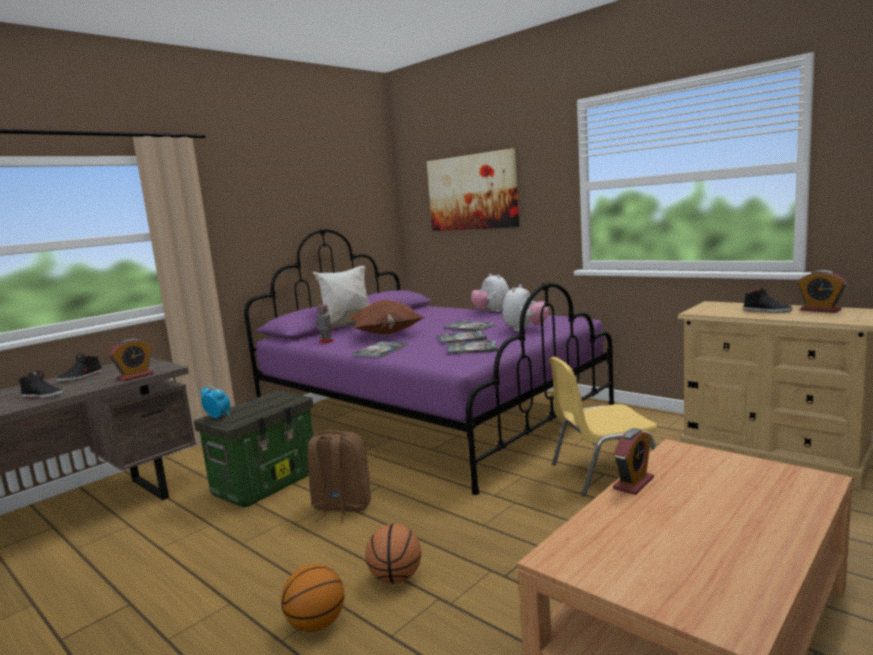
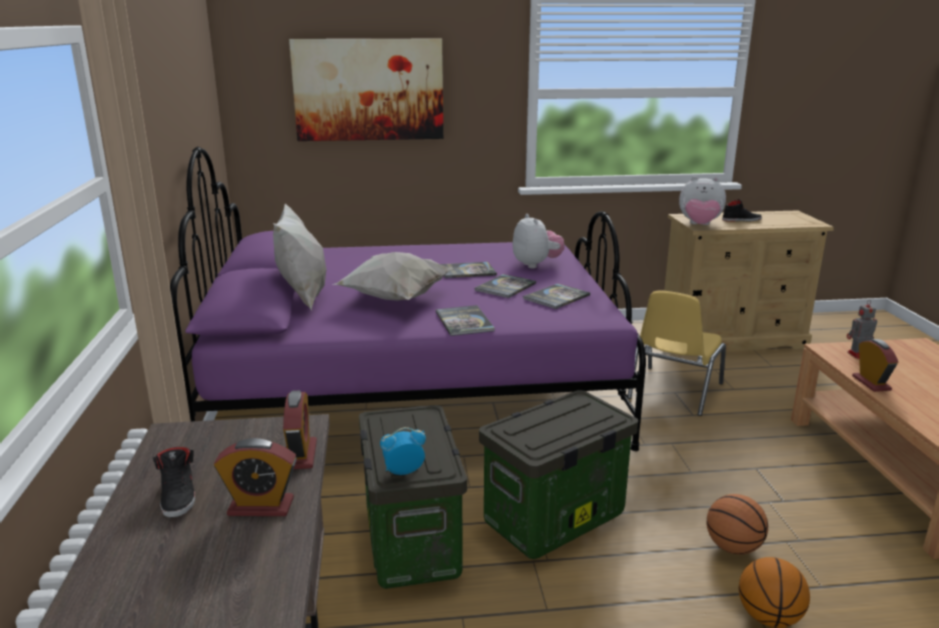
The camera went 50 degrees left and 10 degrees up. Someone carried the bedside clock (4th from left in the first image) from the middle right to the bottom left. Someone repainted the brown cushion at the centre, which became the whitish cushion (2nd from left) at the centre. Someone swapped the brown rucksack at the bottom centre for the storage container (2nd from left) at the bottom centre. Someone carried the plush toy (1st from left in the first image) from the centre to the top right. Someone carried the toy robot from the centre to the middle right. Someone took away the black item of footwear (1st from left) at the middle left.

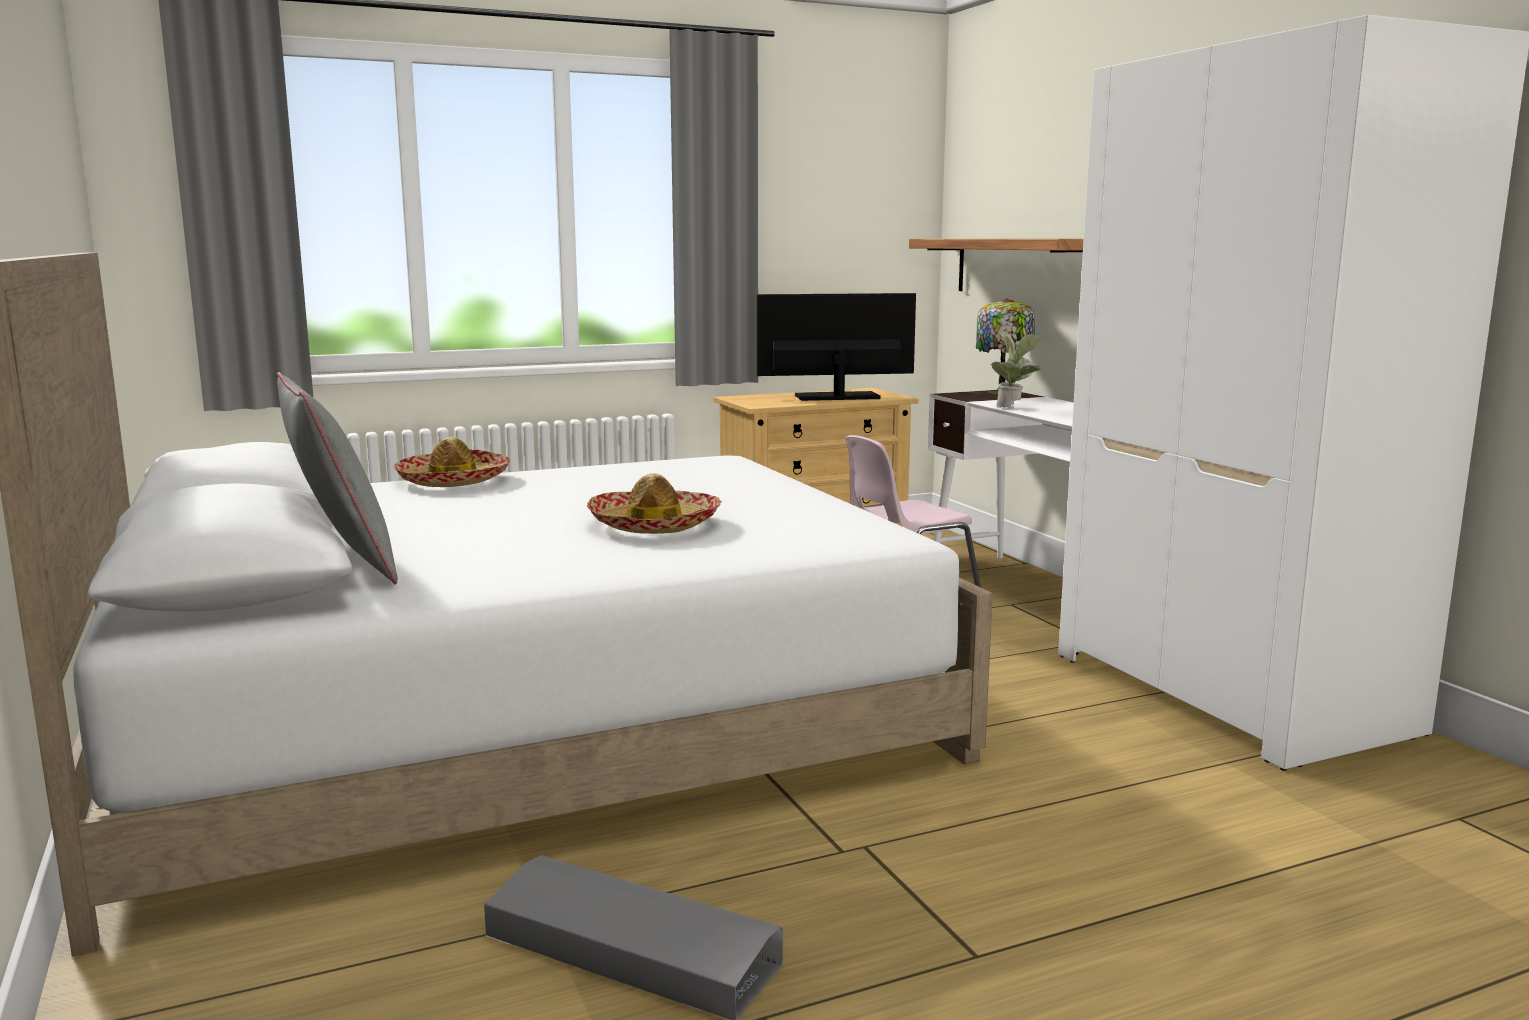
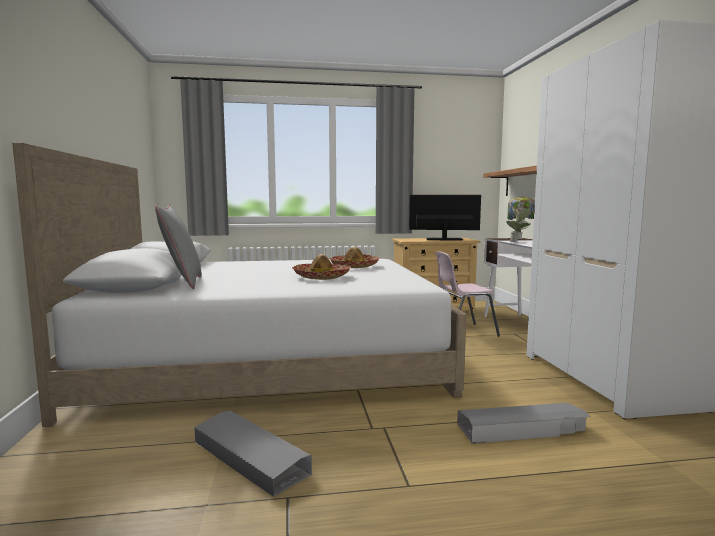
The camera went 15 degrees right and 5 degrees down. Someone carried the clothing hat (1st from left in the first image) from the middle left to the centre. Someone put down the gray storage container (2nd from left) at the bottom right.

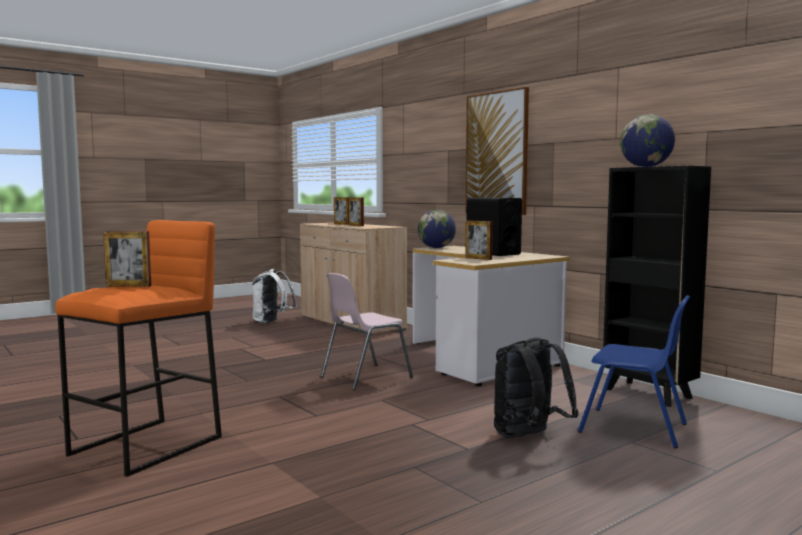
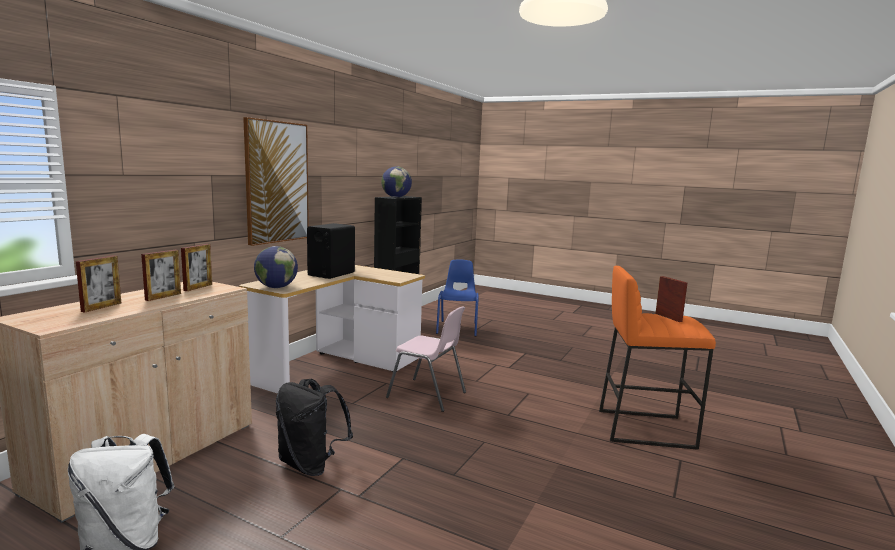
The camera went 115 degrees left and 5 degrees up. Someone carried the photo frame (4th from left in the first image) from the centre to the middle left. Someone carried the black rucksack from the bottom right to the bottom centre.

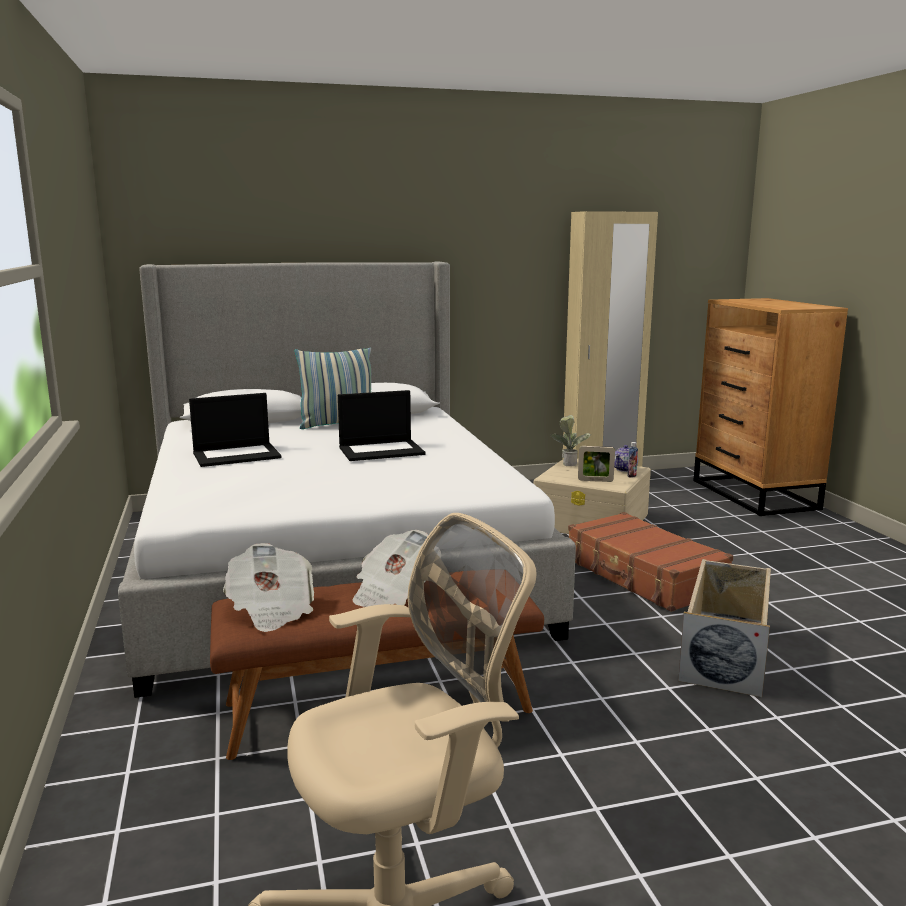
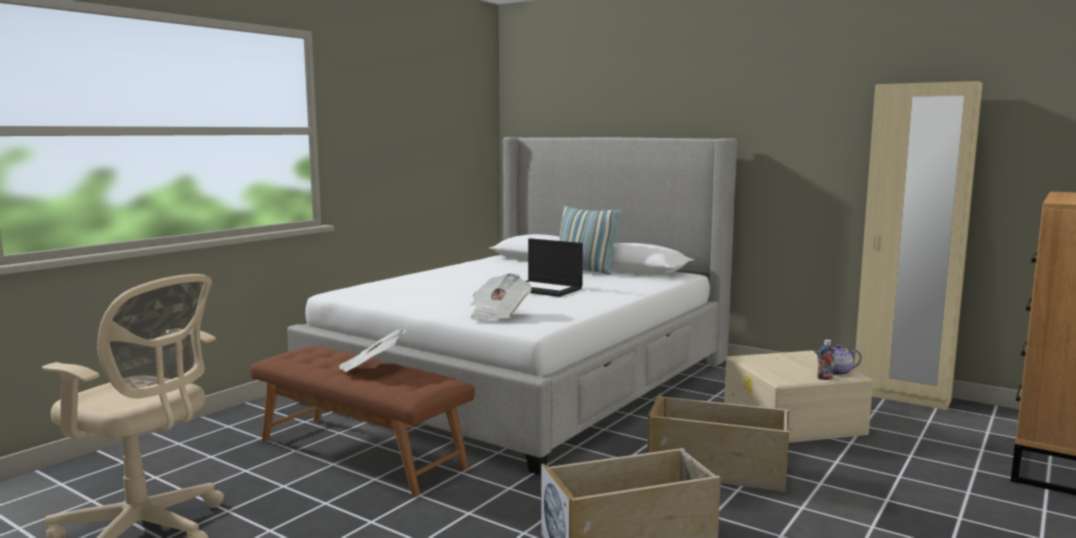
The camera went 50 degrees right and 5 degrees down. Someone carried the newspaper (1st from left in the first image) from the middle left to the centre. Someone swapped the brown travel case at the middle right for the beige storage container (2nd from left) at the bottom right. Someone took away the notebook computer (1st from left) at the middle left. Someone took away the plant in a pot at the centre. Someone took away the photo frame at the centre.

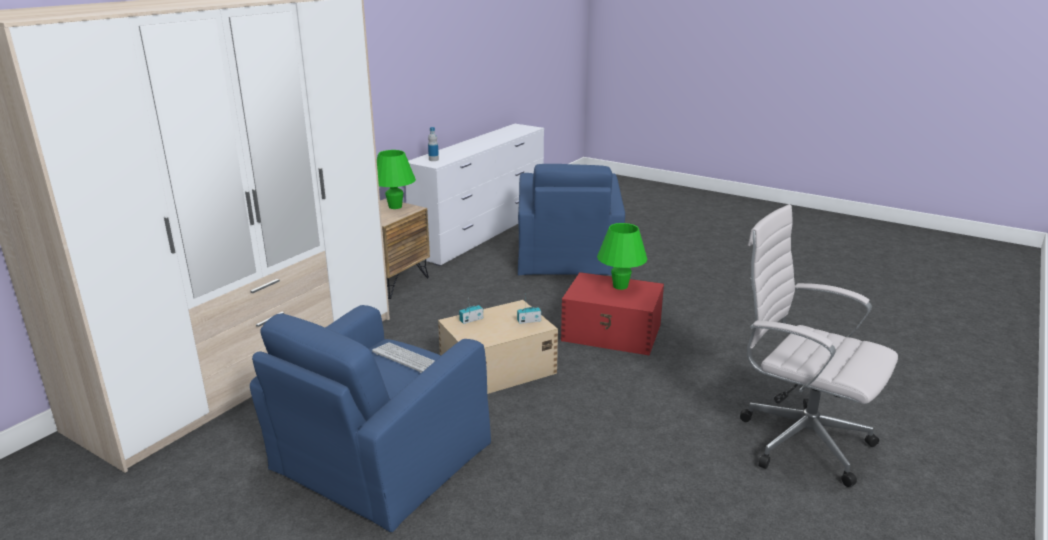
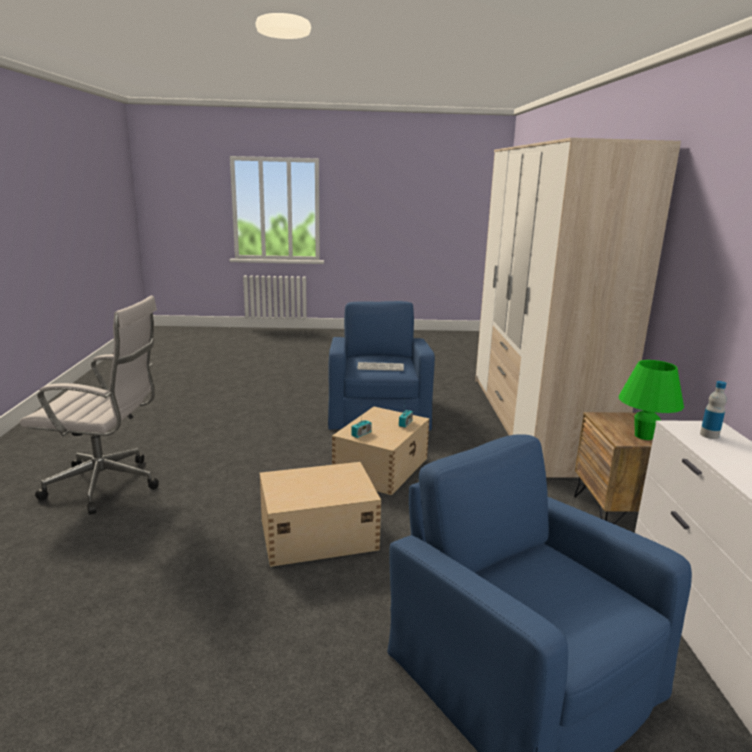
The camera went 145 degrees right and 5 degrees down. Someone repainted the red-coloured storage container at the centre, which became the beige storage container (1st from left) at the bottom centre. Someone took away the greenish lamp for a table (2nd from left) at the centre.

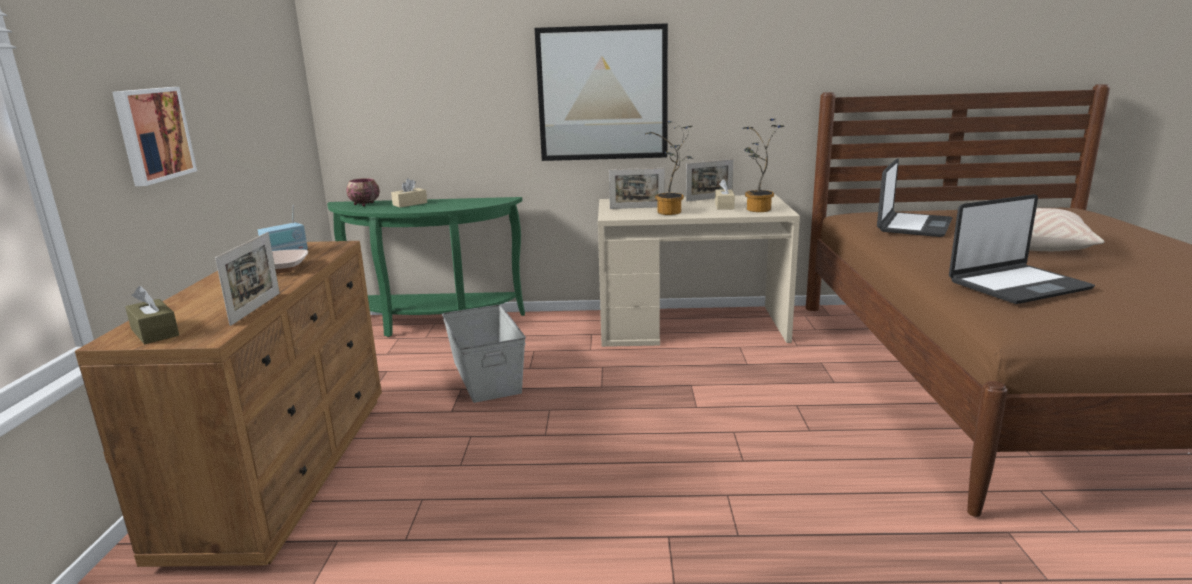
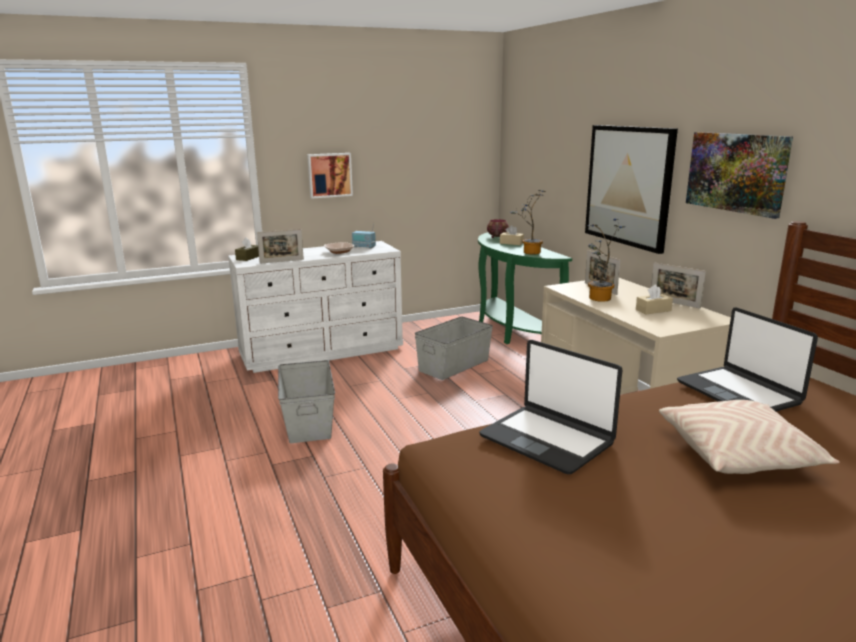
The camera went 65 degrees right and 0 degrees up. Someone repainted the brown chest of drawers at the bottom left, which became the whitish chest of drawers at the centre. Someone put down the gray storage container (1st from left) at the centre. Someone carried the plant in a pot (2nd from left in the first image) from the top centre to the centre. Someone rotated the notebook computer (1st from left in the first image) at the middle right by 60 degrees clockwise. Someone put up the picture (3rd from left) at the top right.

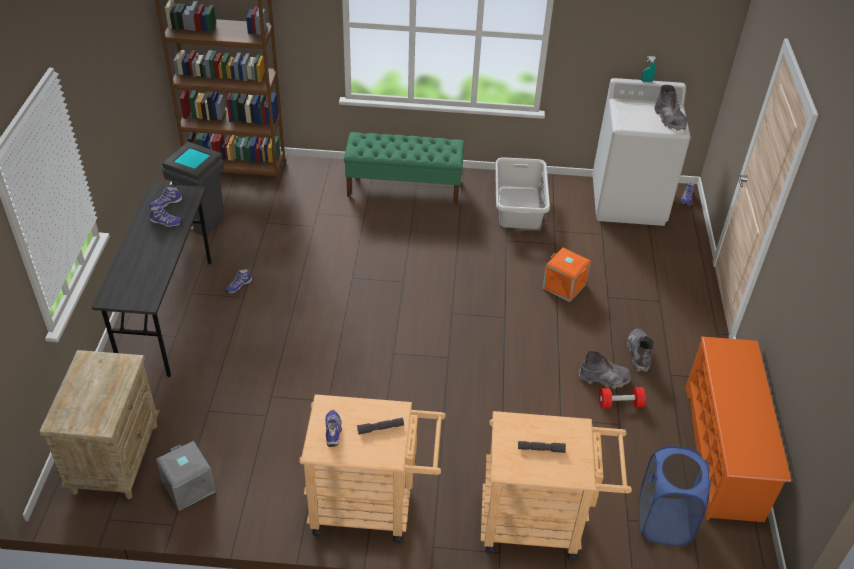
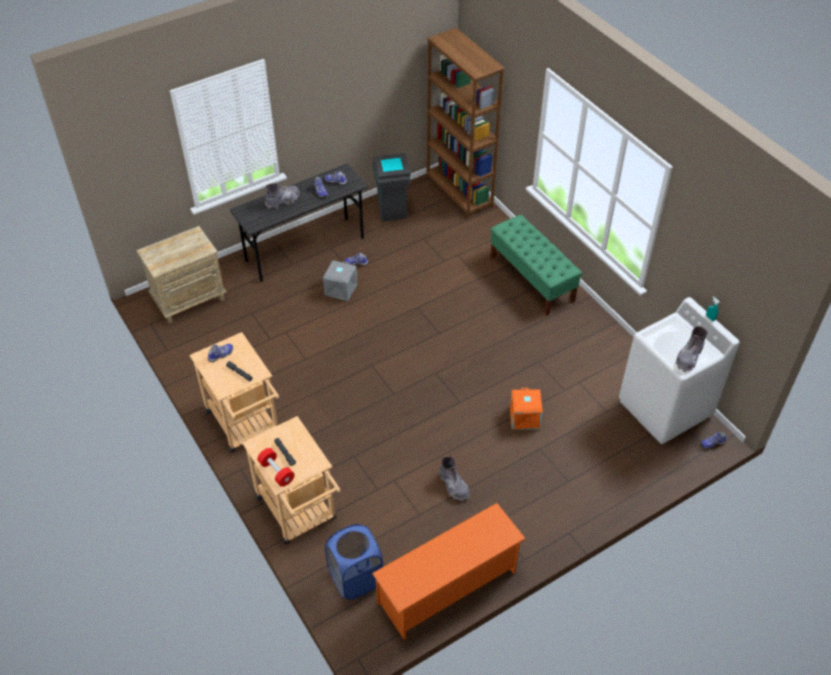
The camera went 55 degrees right and 5 degrees up. Someone carried the red-coloured dumbbell from the bottom right to the bottom left. Someone carried the gray tall boot (2nd from left in the first image) from the middle right to the top centre. Someone carried the gray storage container from the bottom left to the centre. Someone took away the gray washing basket at the centre.

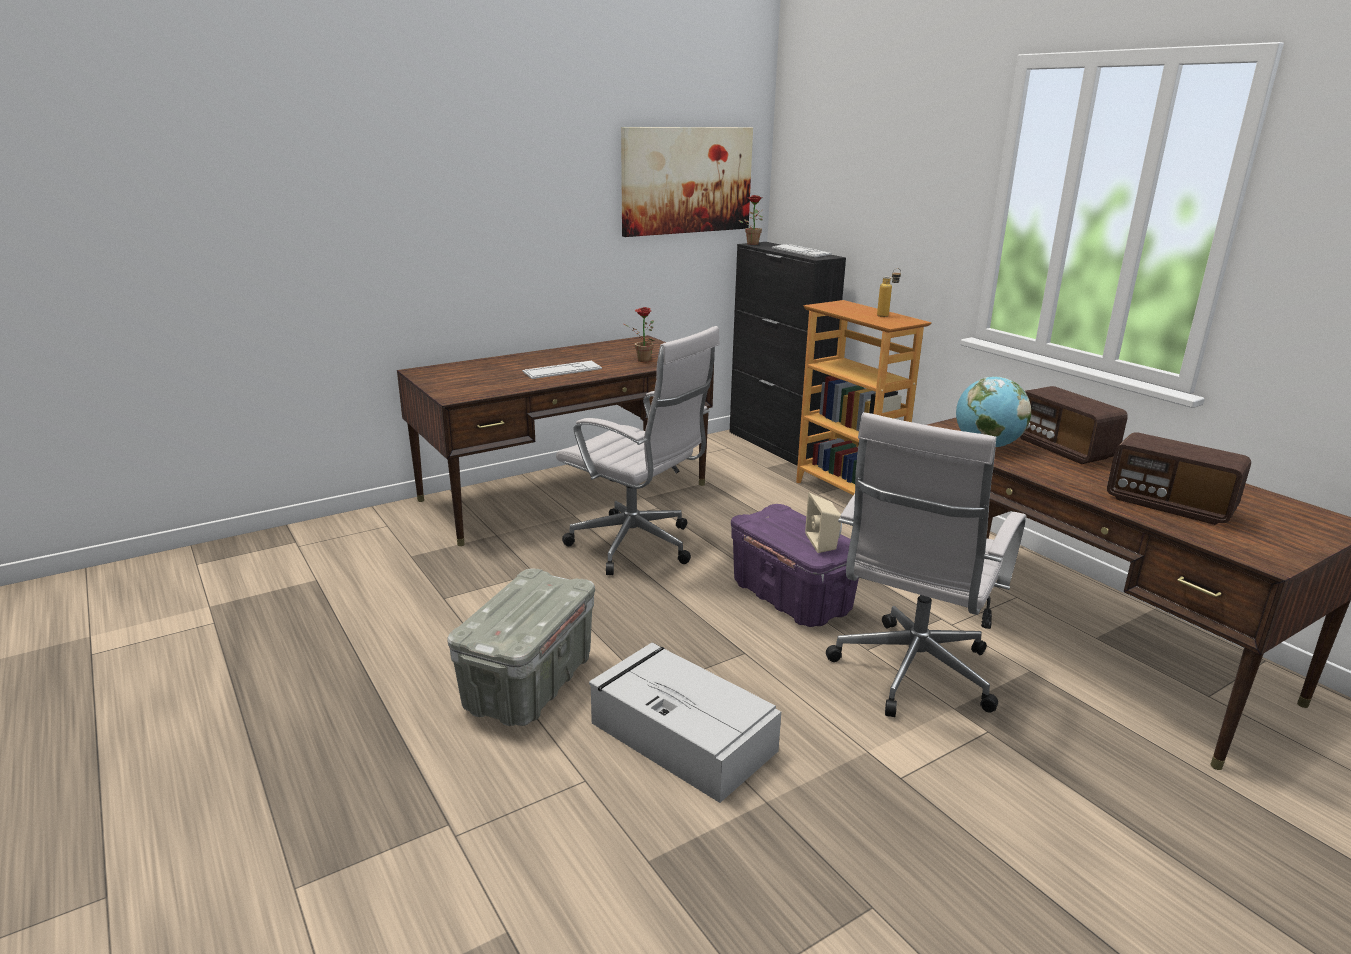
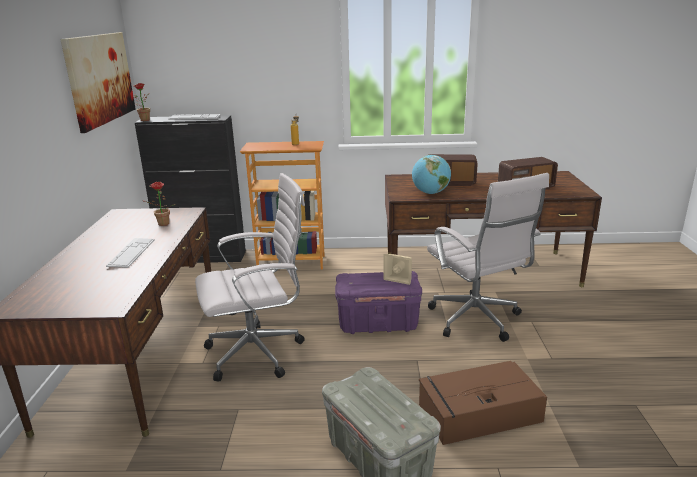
The camera went 55 degrees left and 0 degrees up. Someone repainted the gray storage container (2nd from left) at the bottom centre, which became the brown storage container at the bottom right.

